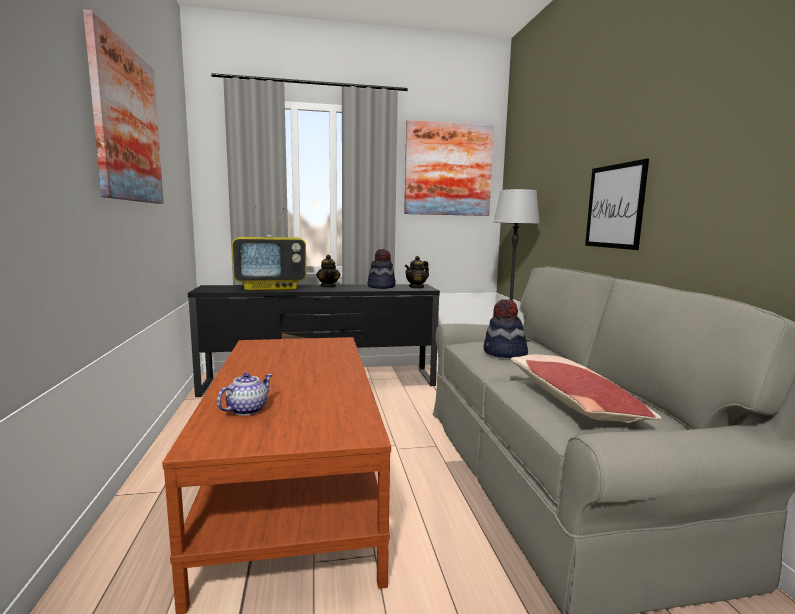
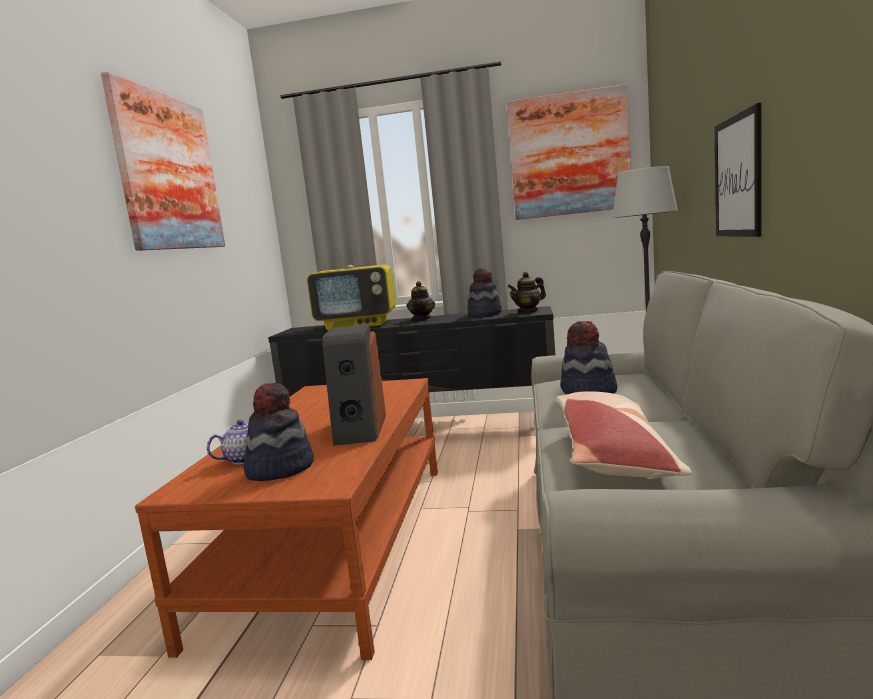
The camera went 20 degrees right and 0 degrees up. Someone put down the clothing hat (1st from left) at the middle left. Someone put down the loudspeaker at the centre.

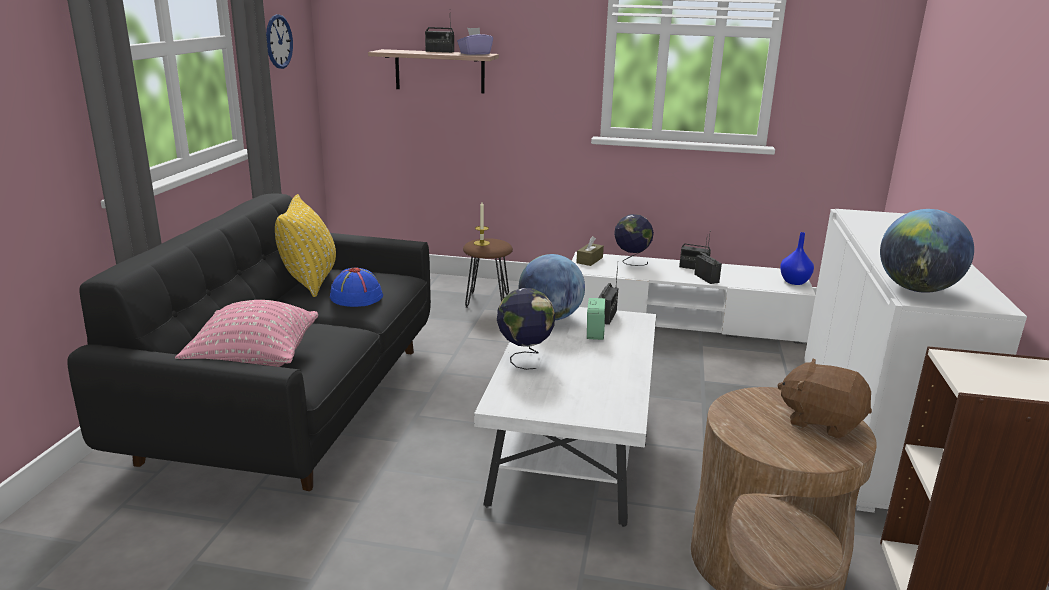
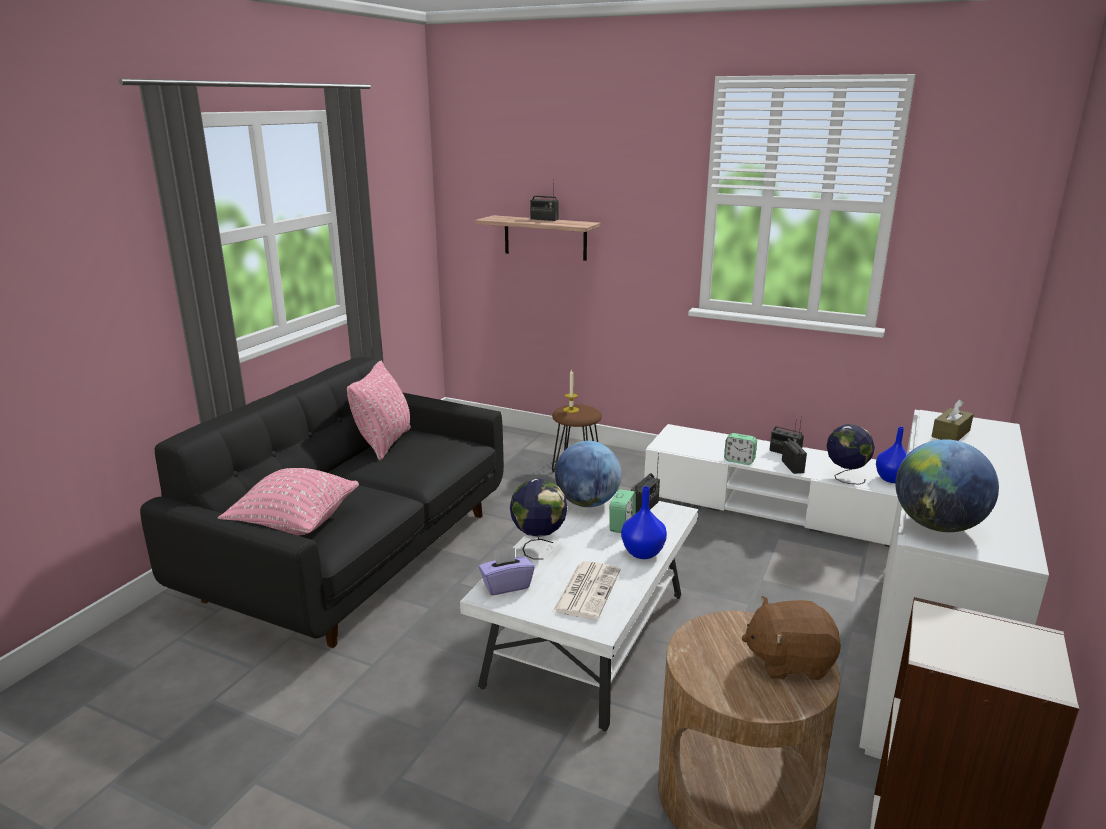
The camera went 15 degrees right and 0 degrees up. Someone repainted the yellow cushion at the middle left, which became the pinkish cushion (2nd from left) at the centre. Someone carried the purplish tissue holder from the top centre to the bottom centre. Someone put down the newspaper at the bottom centre. Someone put down the blue-coloured flower vase (1st from left) at the centre. Someone put down the bedside clock (2nd from left) at the middle right. Someone rotated the brown plush toy at the bottom right by 45 degrees counterclockwise. Someone carried the world globe (3rd from left) from the centre to the middle right. Someone carried the brown tissue holder from the centre to the middle right. Someone took away the wall clock at the top left. Someone took away the blue-coloured clothing hat at the centre.

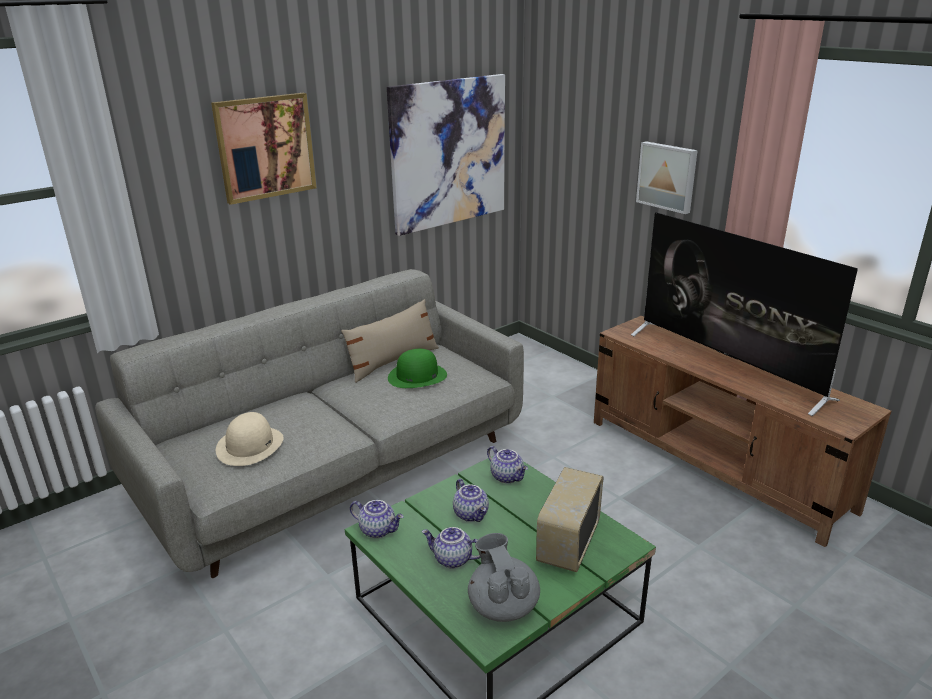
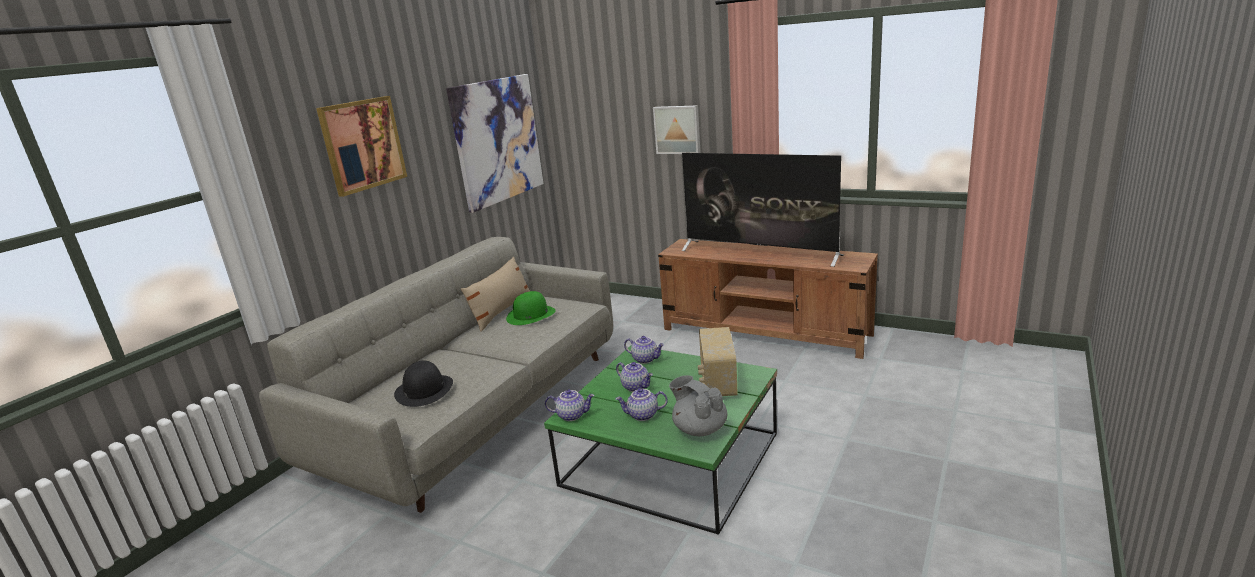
The camera went 20 degrees left and 5 degrees down. Someone repainted the beige clothing hat at the middle left, which became the black clothing hat at the centre.

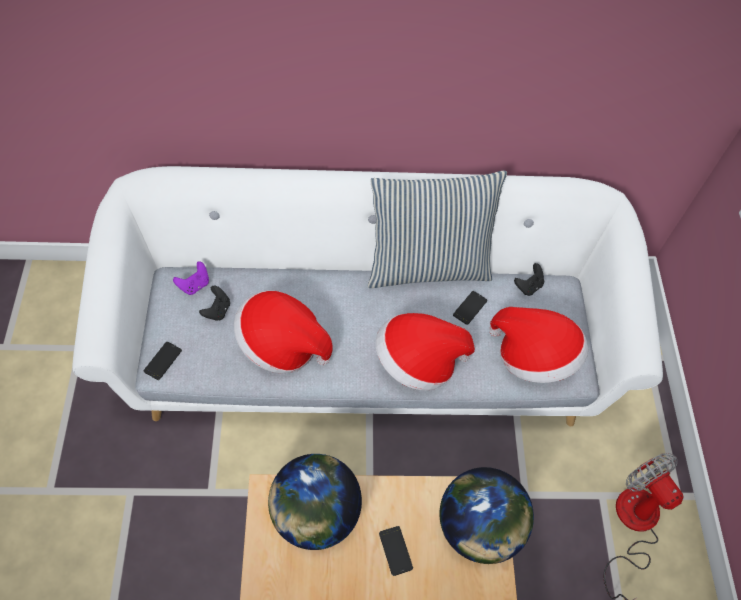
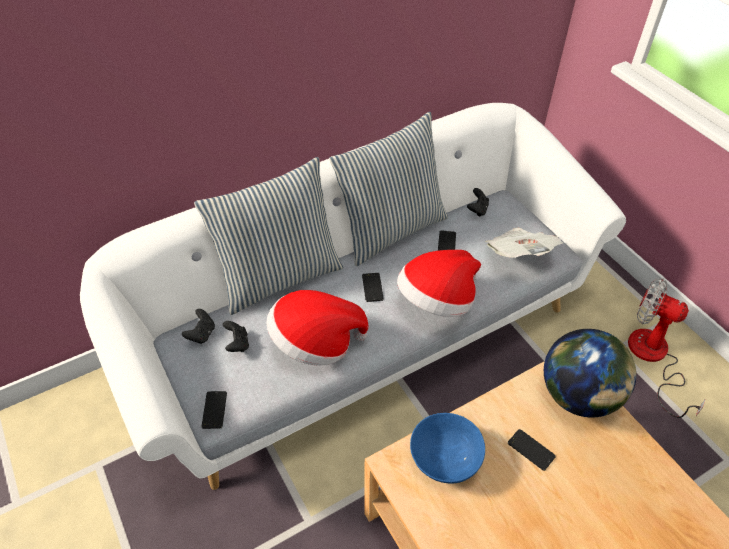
The camera went 25 degrees left and 10 degrees down. Someone repainted the purplish gamepad at the middle left, which became the black gamepad (1st from left) at the middle left. Someone put down the cushion (1st from left) at the centre. Someone put down the phone (2nd from left) at the centre. Someone swapped the world globe (1st from left) at the bottom centre for the blue-coloured bowl at the bottom centre. Someone swapped the clothing hat (3rd from left) at the middle right for the newspaper at the middle right.

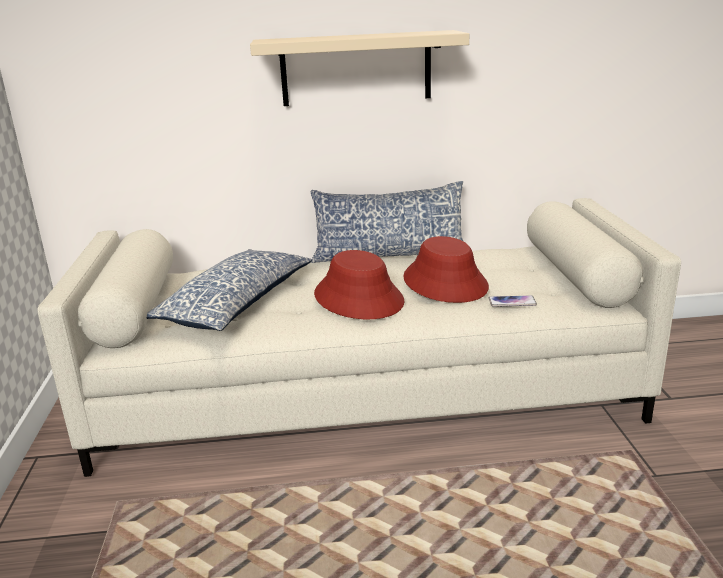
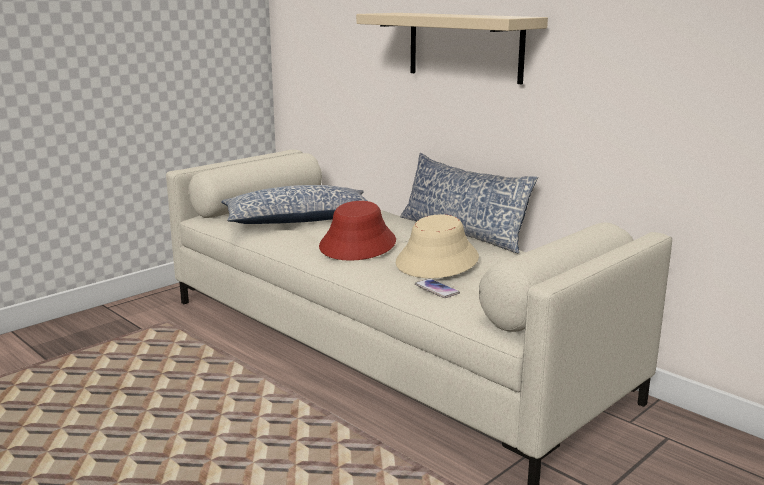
The camera went 50 degrees right and 5 degrees down. Someone repainted the red-coloured clothing hat (2nd from left) at the centre, which became the beige clothing hat at the centre.

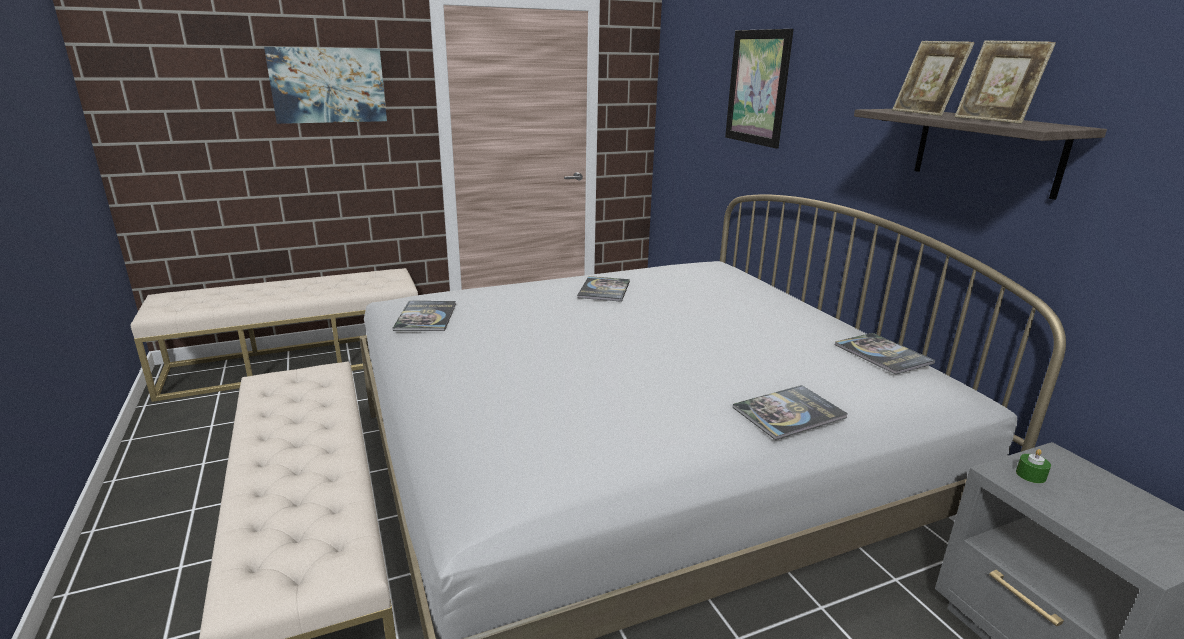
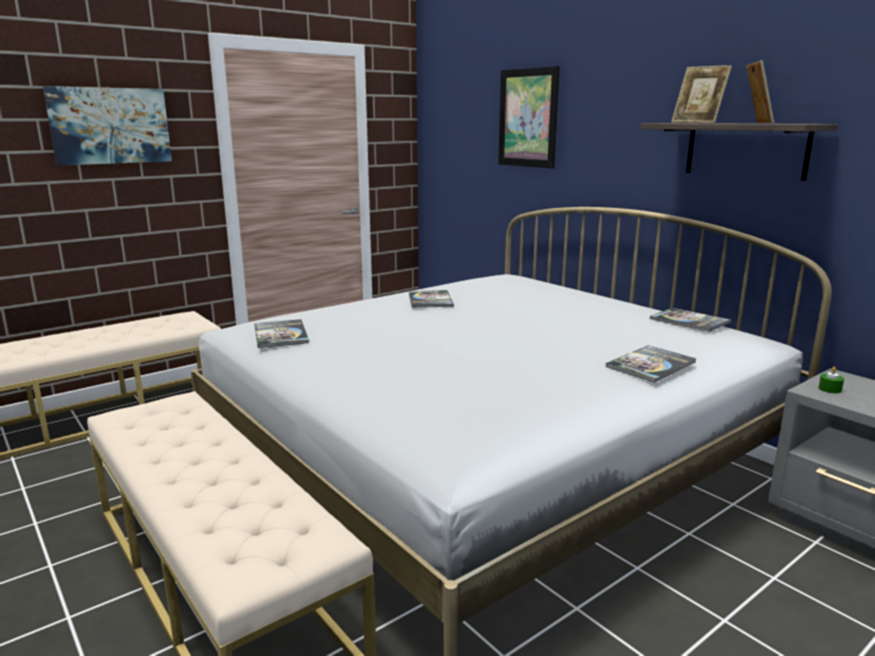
The camera went 15 degrees left and 5 degrees down. Someone rotated the photo frame (2nd from left) at the top right by 120 degrees counterclockwise.

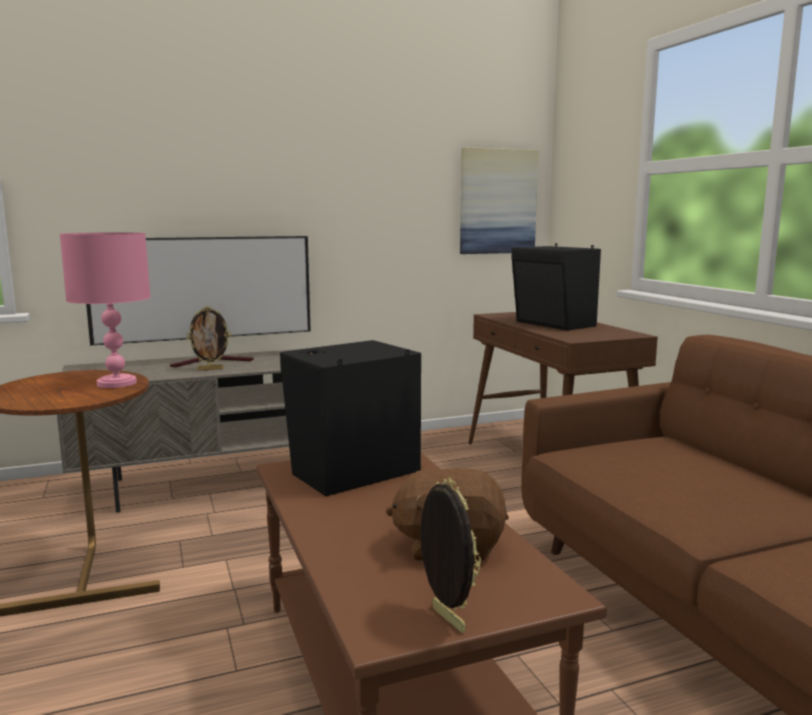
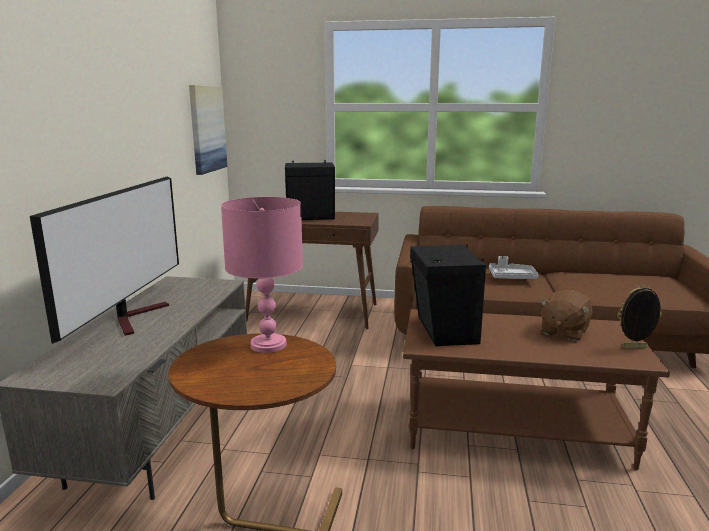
The camera went 60 degrees left and 5 degrees up. Someone put down the gray tray at the middle right. Someone took away the photo frame (1st from left) at the middle left.

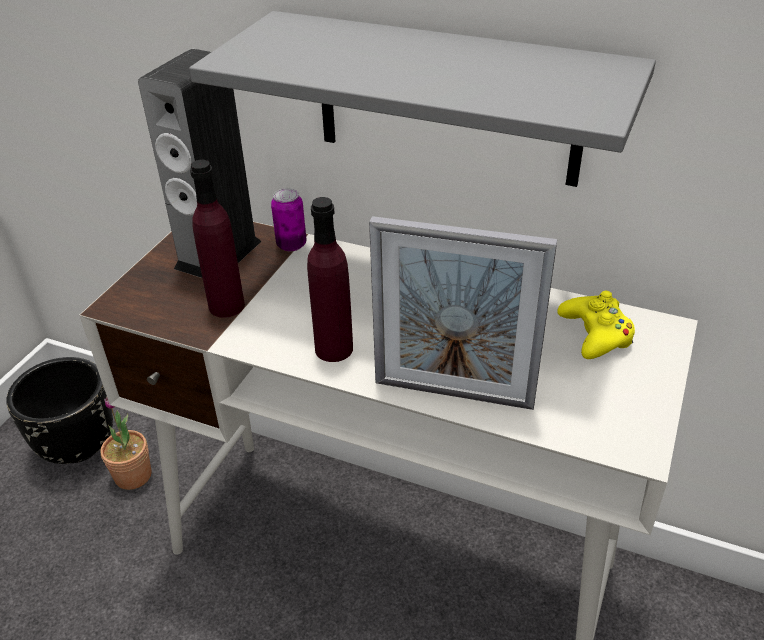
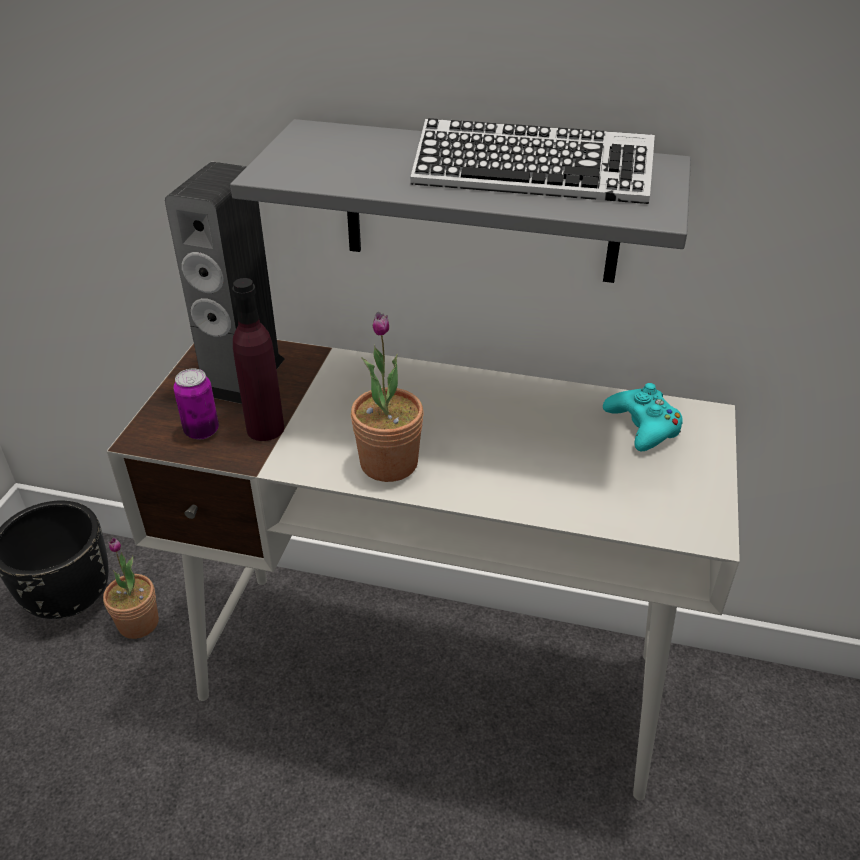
The camera went 10 degrees left and 0 degrees up. Someone carried the can from the centre to the middle left. Someone swapped the purplish bottle (2nd from left) at the centre for the plant in a pot (2nd from left) at the centre. Someone put down the computer keyboard at the top centre. Someone repainted the yellow gamepad at the middle right, which became the turquoise gamepad at the middle right. Someone took away the photo frame at the centre.

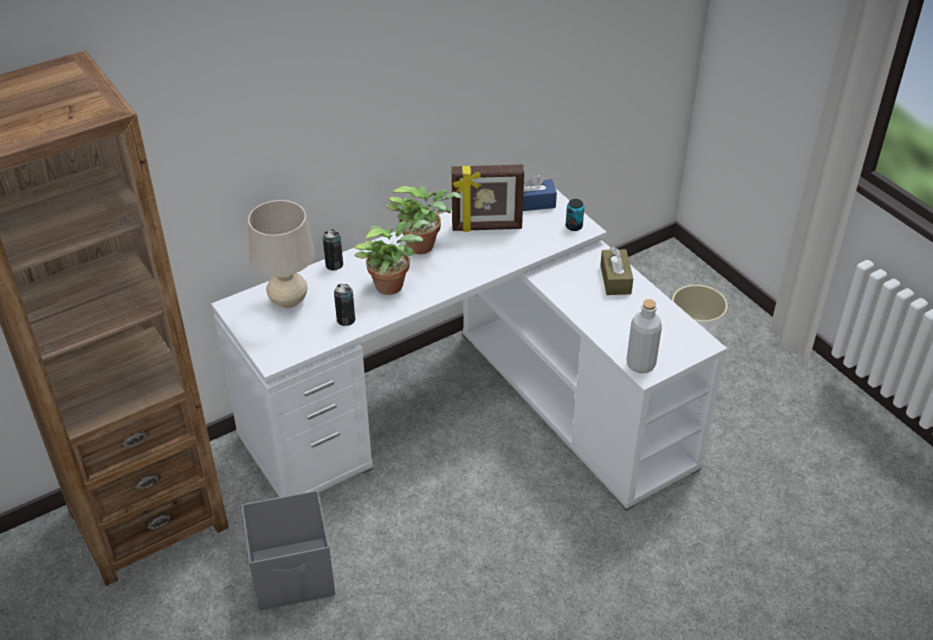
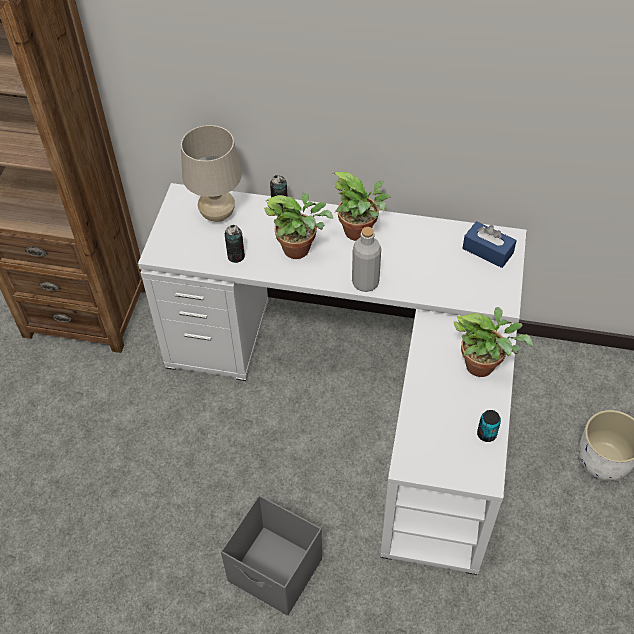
The camera went 45 degrees right and 10 degrees up. Someone carried the gray storage container from the bottom left to the bottom centre. Someone carried the gray bottle from the middle right to the centre. Someone swapped the brown tissue holder at the centre for the plant in a pot (3rd from left) at the middle right. Someone carried the can (3rd from left) from the centre to the bottom right. Someone took away the photo frame at the top centre.

